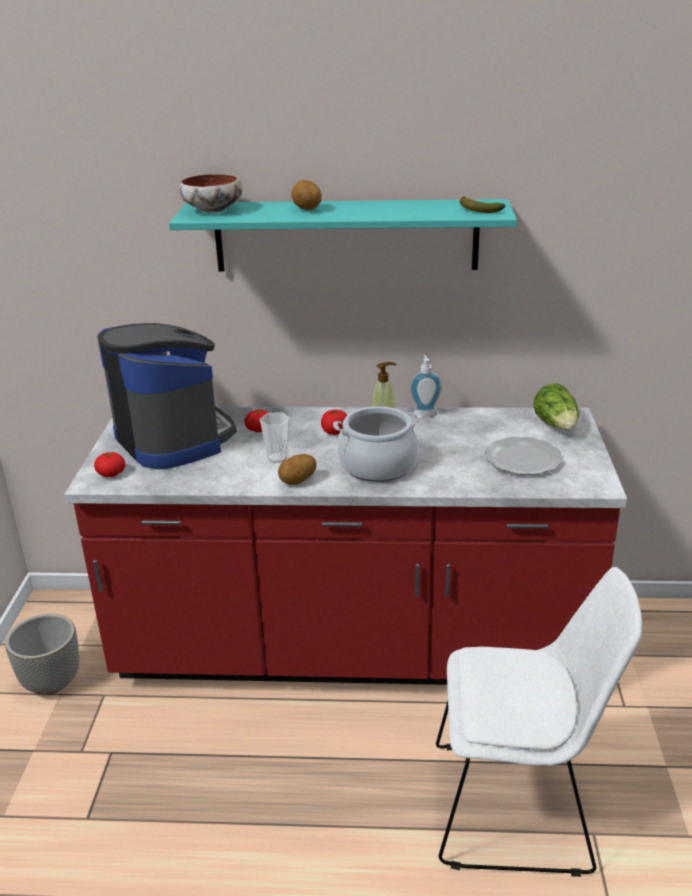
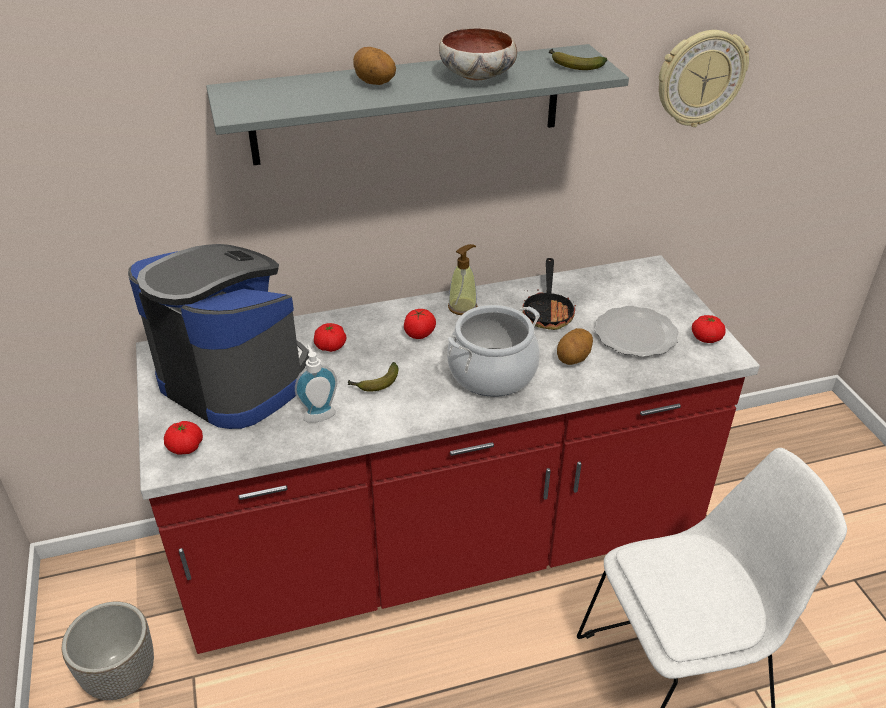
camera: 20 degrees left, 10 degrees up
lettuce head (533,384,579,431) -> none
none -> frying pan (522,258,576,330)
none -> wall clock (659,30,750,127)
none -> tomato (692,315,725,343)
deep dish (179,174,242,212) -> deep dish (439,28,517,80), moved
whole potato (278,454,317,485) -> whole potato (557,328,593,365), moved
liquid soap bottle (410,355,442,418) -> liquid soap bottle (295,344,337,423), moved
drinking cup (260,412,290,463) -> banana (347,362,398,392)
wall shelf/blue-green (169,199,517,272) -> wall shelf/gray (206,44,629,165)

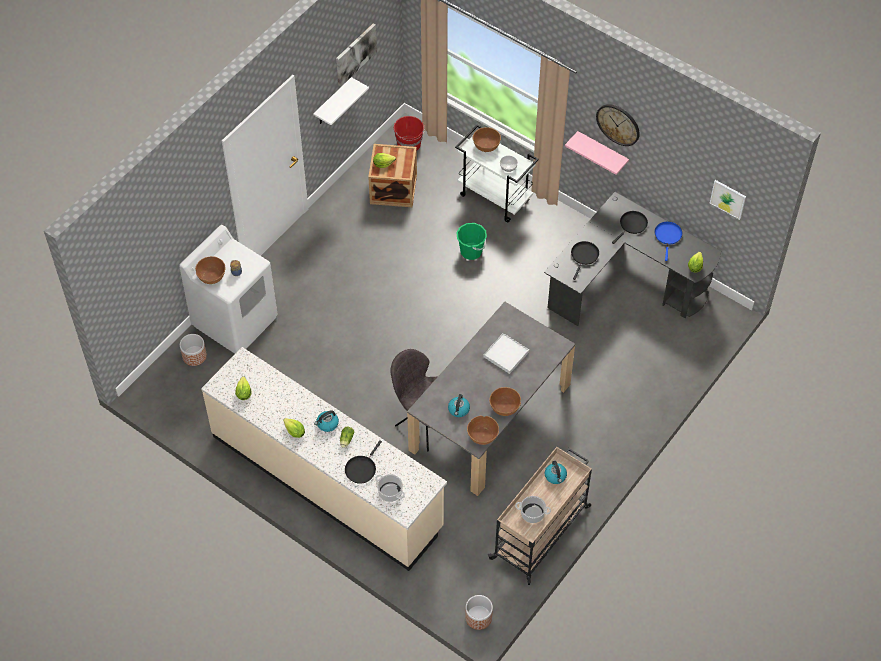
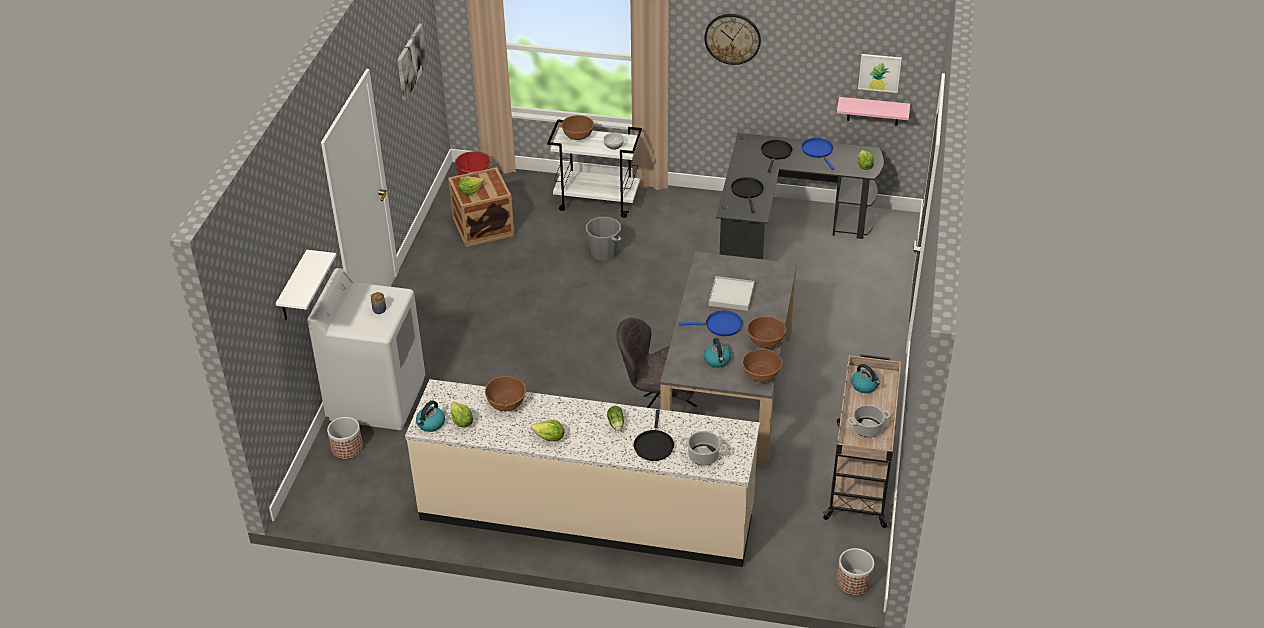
camera: 25 degrees left, 15 degrees down
none -> frying pan/bluish (679,310,743,336)
deep dish/brown-coloured (195,256,226,284) -> deep dish/brown-coloured (485,376,526,411), moved
wall shelf/white (313,77,369,125) -> wall shelf/white (276,250,336,320), moved
water kettle (314,410,339,432) -> water kettle (416,400,445,432), moved
wall shelf/pink-coloured (565,131,629,175) -> wall shelf/pink-coloured (837,97,910,125), moved
pail/greenish (456,223,487,260) -> pail/gray (586,217,621,261)

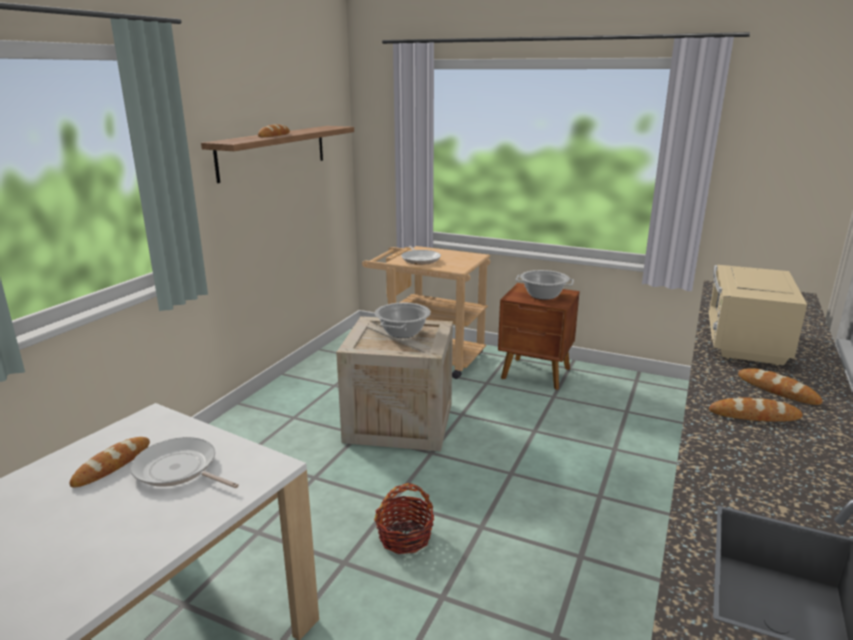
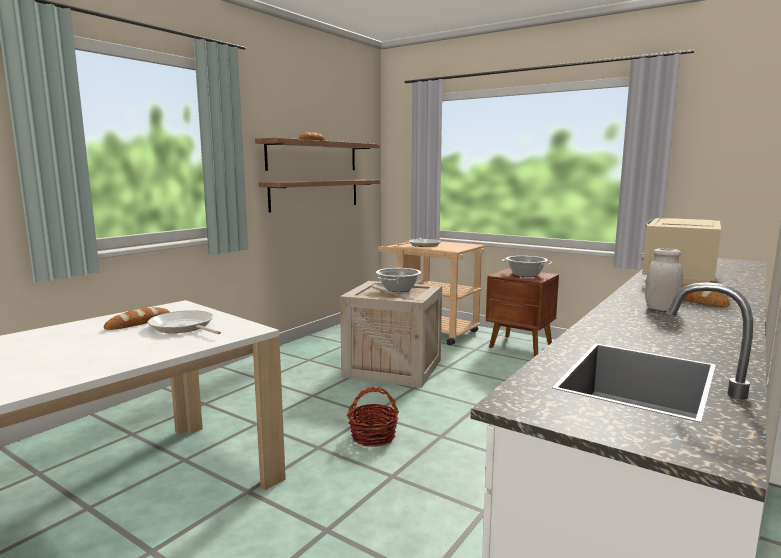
camera: 10 degrees right, 10 degrees down
none -> wall shelf (259,180,380,213)
bakery bread (709,397,803,422) -> preserve jar/white (645,248,683,311)

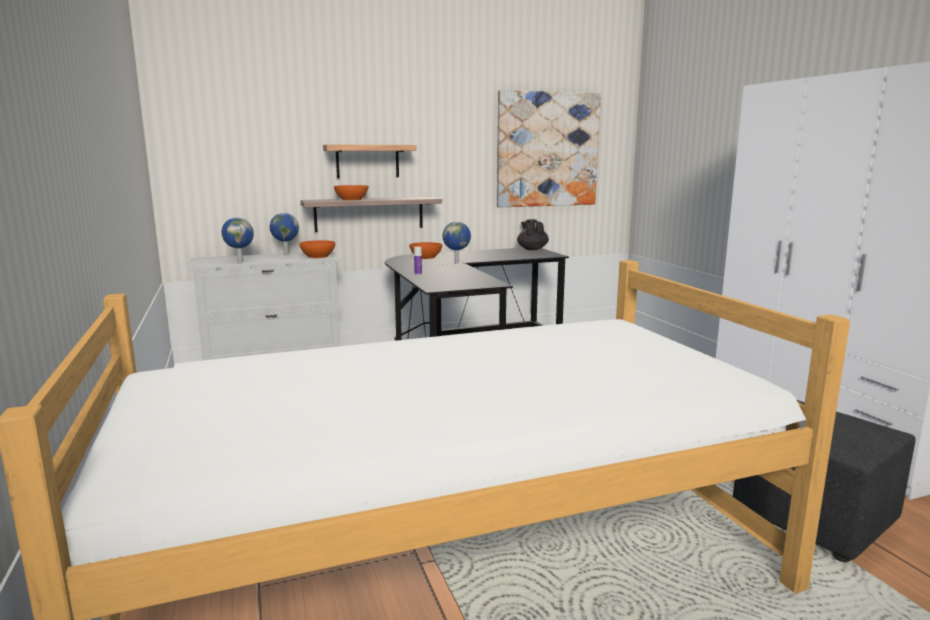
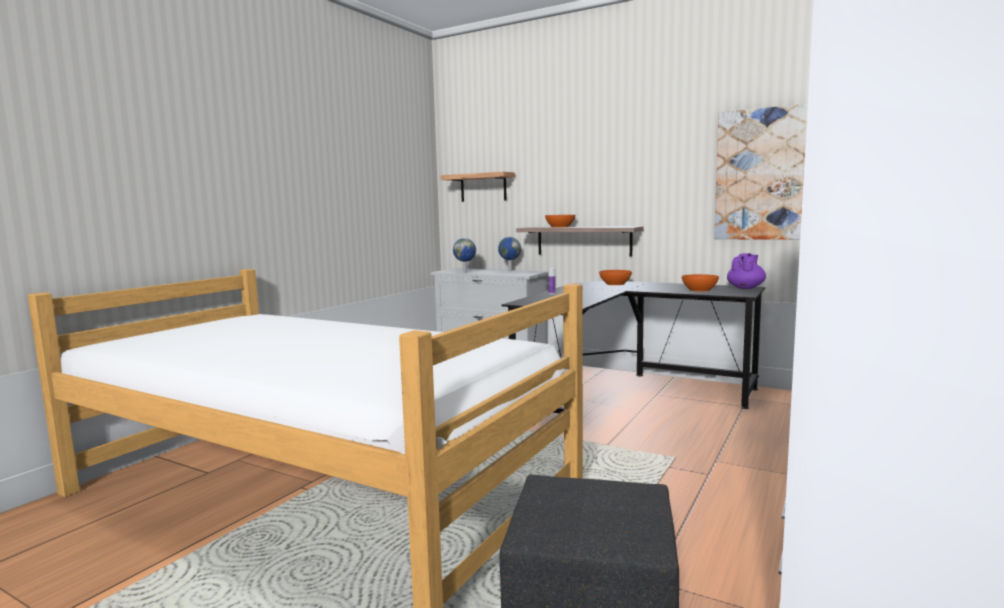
camera: 50 degrees right, 5 degrees down
globe (442,221,471,264) -> none
deep dish/orange-coloured (299,240,336,258) -> deep dish/orange-coloured (682,274,719,292), moved
wall shelf (323,145,417,178) -> wall shelf (441,172,515,202), moved
pot for tea/black (517,219,549,250) -> pot for tea/purple-coloured (727,253,766,289)

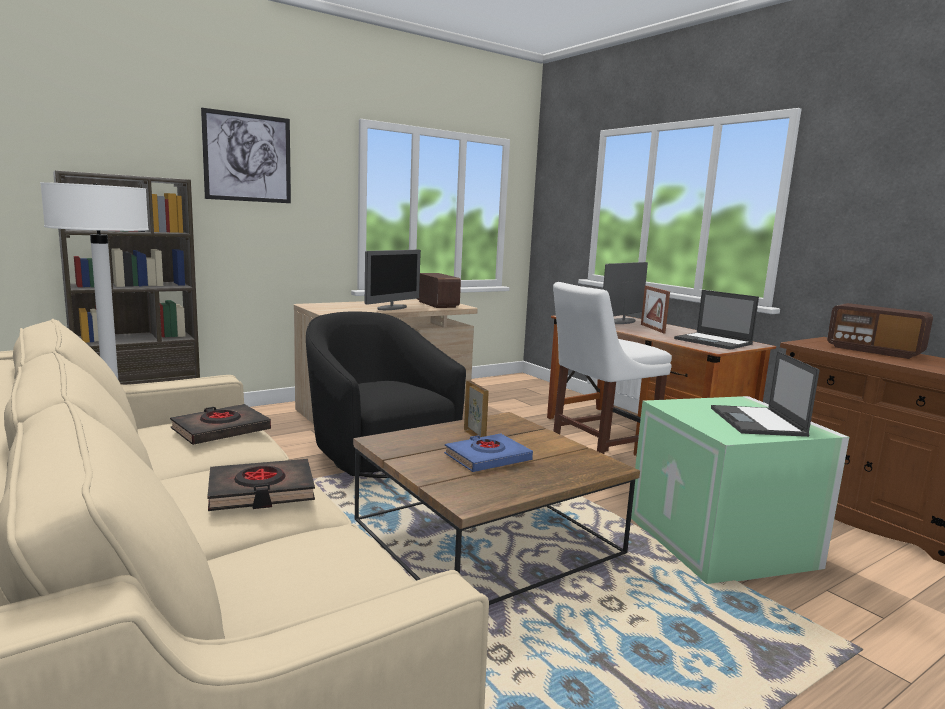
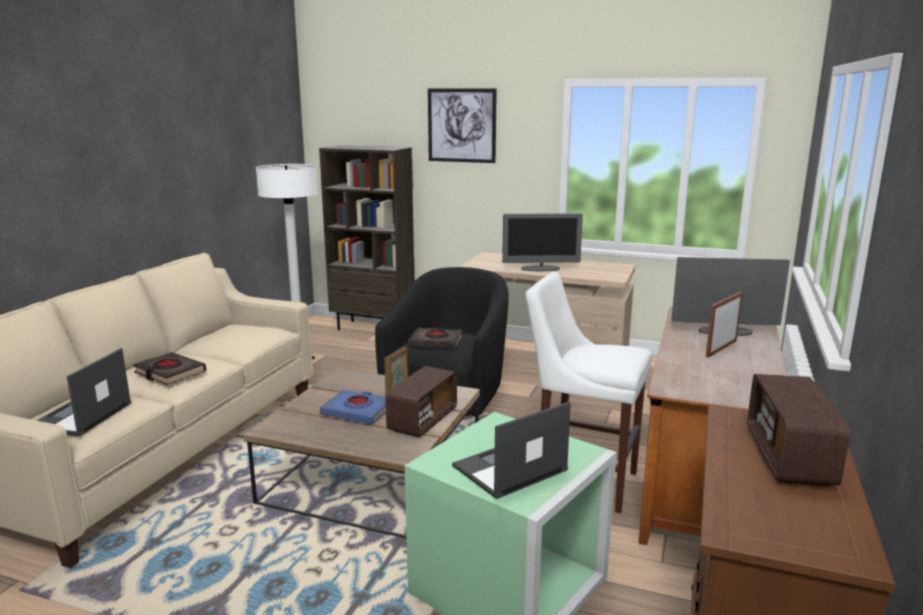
camera: 55 degrees right, 5 degrees up
book/black (170,404,271,445) -> book/black (409,327,462,349), moved
radio (416,273,461,308) -> radio (385,366,457,438), moved
laptop (674,290,759,350) -> laptop (37,348,131,436), moved

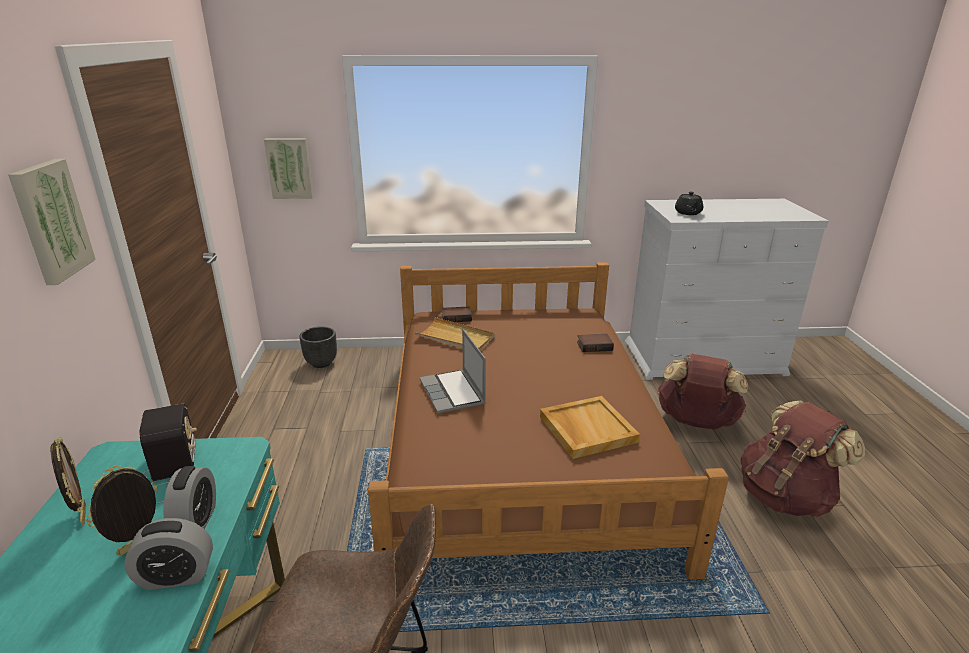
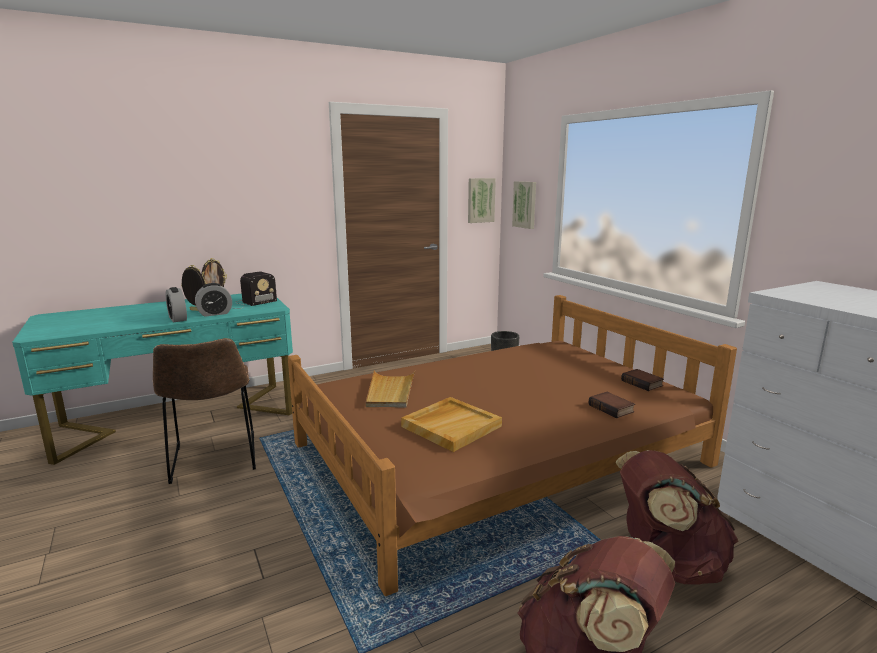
camera: 65 degrees right, 10 degrees down
laptop (420,329,486,413) -> none
pot for tea/black (675,192,703,215) -> none
picture (8,159,96,285) -> picture (468,178,496,223), moved
tray/beige-coloured (414,317,495,350) -> tray/beige-coloured (366,370,415,408), moved
book (442,307,472,322) -> book (621,369,664,391), moved

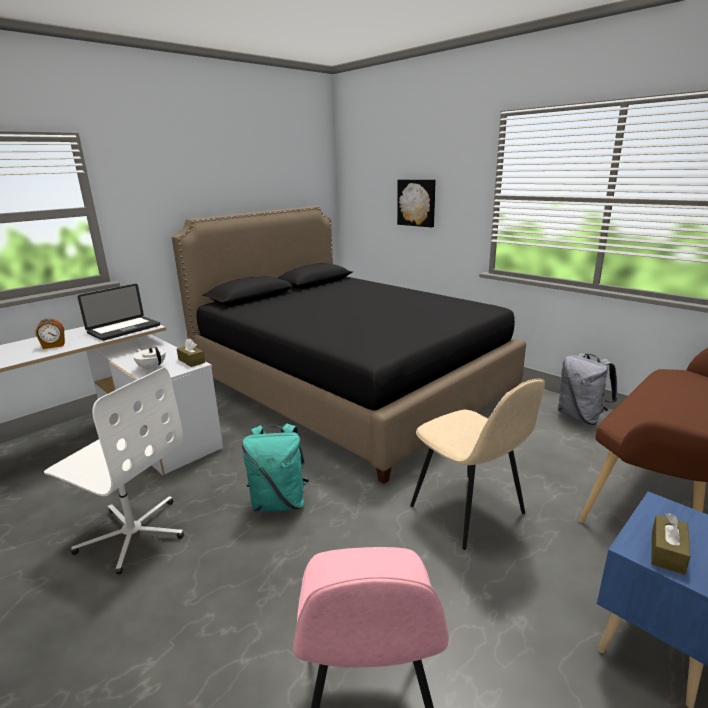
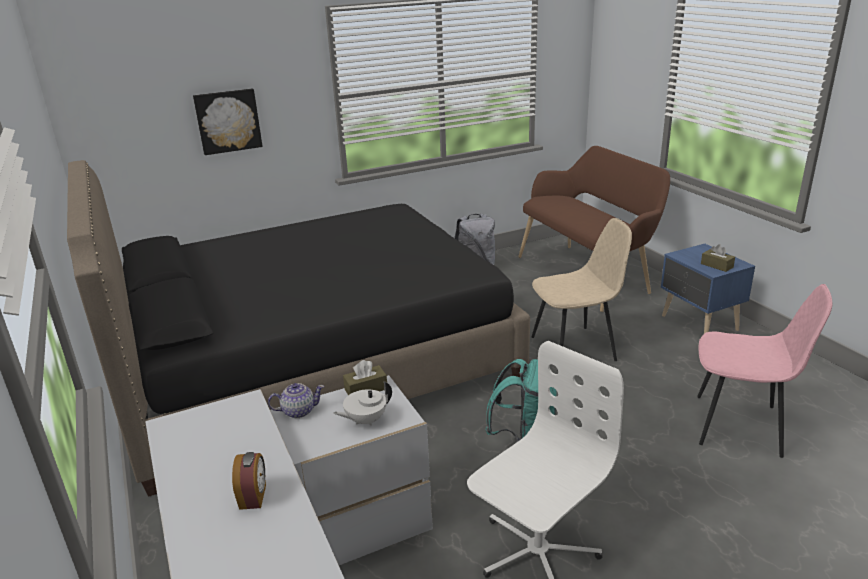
camera: 70 degrees left, 5 degrees up
laptop (78,284,160,341) -> none
none -> pot for tea (268,383,324,418)

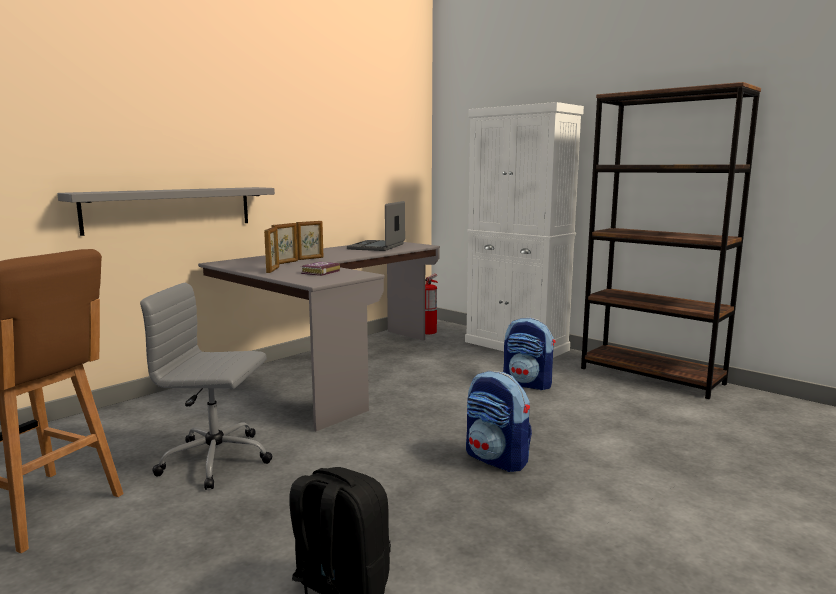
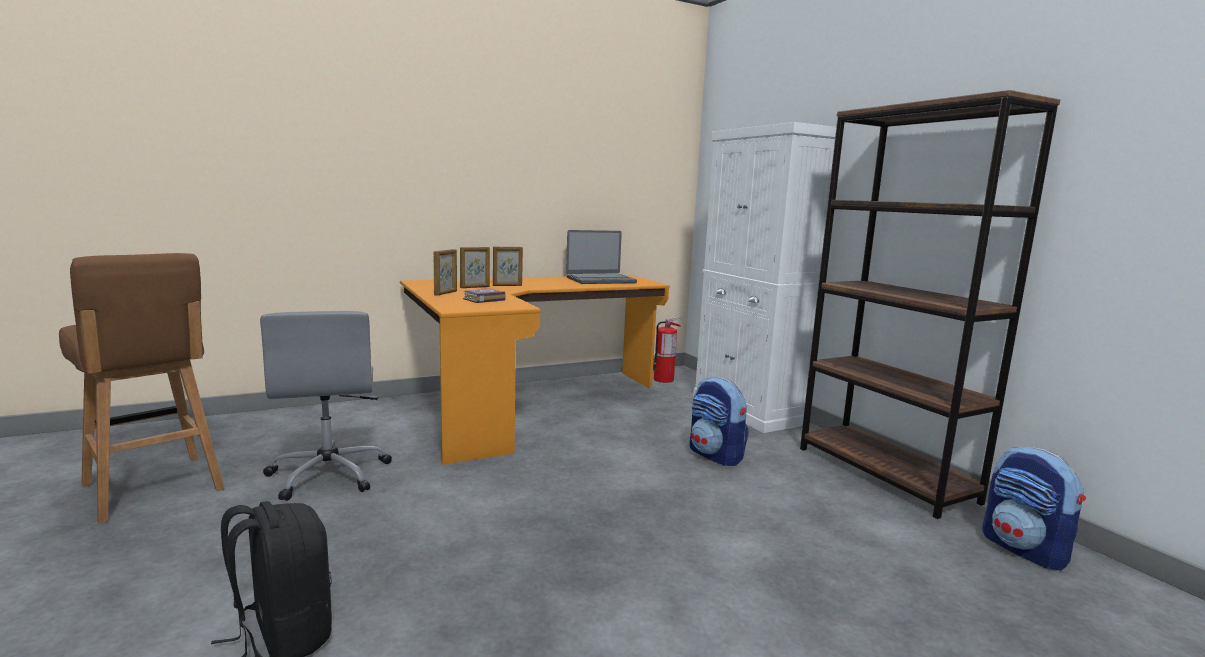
camera: 20 degrees right, 0 degrees up
wall shelf/gray (57,187,275,236) -> none
rucksack (466,371,532,472) -> rucksack (982,446,1086,570), moved
desk table/gray (198,242,440,431) -> desk table/orange-coloured (400,275,670,465)
office chair/gray (140,283,272,490) -> office chair/gray (260,311,392,501), 135 degrees counterclockwise
laptop (347,201,405,251) -> laptop (566,230,637,284), 150 degrees counterclockwise

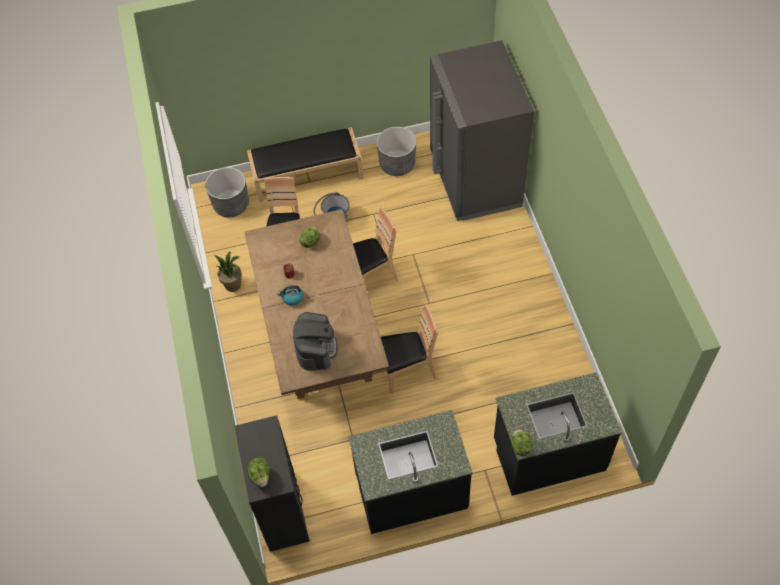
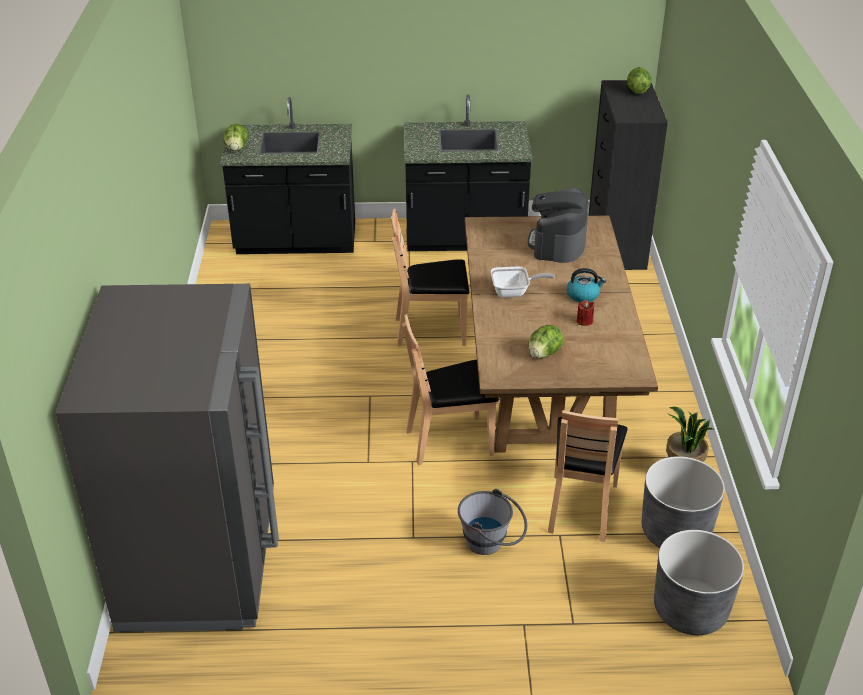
camera: 170 degrees left, 20 degrees down
bench/black (247,127,363,202) -> none
none -> frying pan (491,266,555,298)
planter/gray (377,127,416,176) -> planter/gray (642,456,725,548), moved
lettuce head (512,429,533,456) -> lettuce head (223,124,248,152), moved

